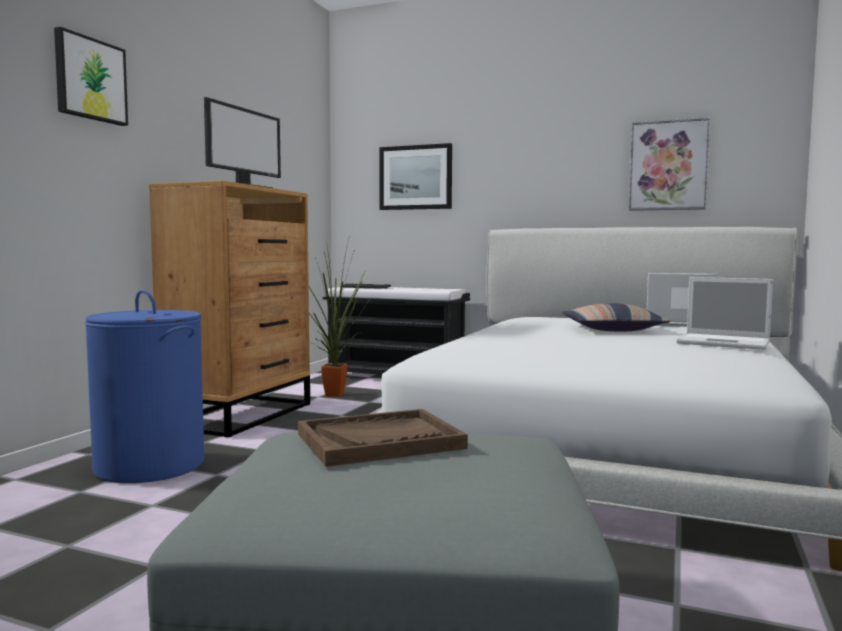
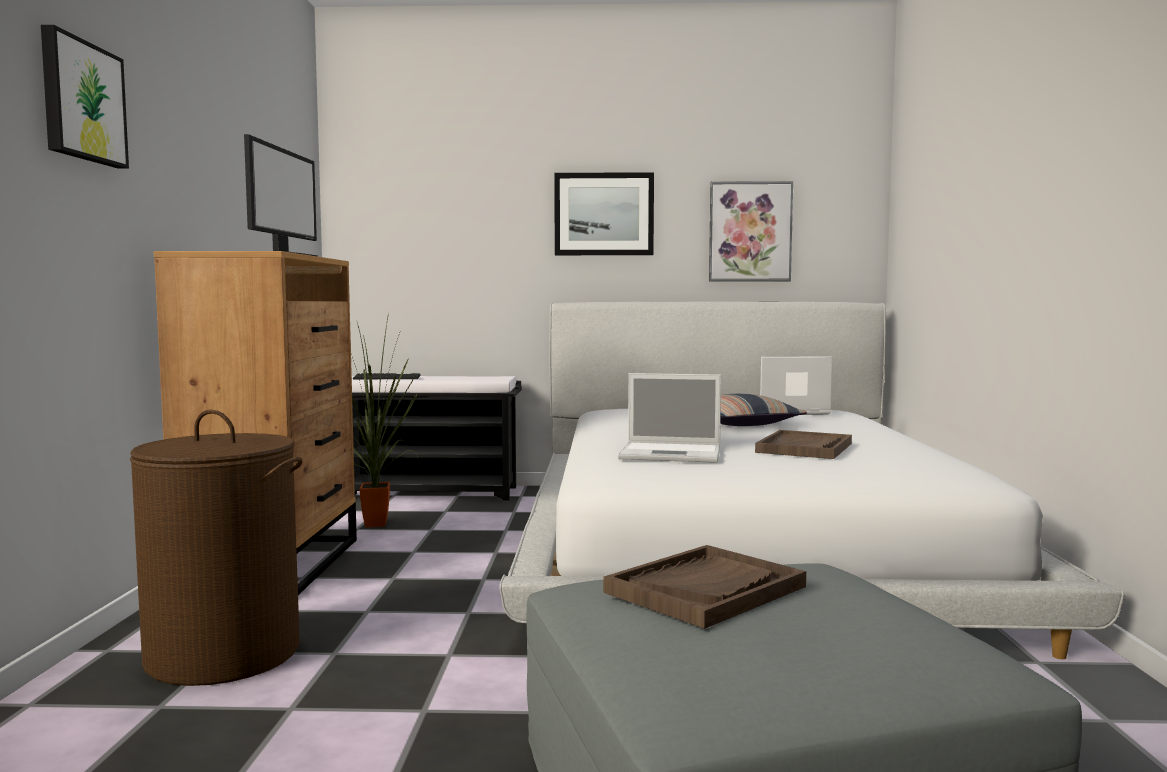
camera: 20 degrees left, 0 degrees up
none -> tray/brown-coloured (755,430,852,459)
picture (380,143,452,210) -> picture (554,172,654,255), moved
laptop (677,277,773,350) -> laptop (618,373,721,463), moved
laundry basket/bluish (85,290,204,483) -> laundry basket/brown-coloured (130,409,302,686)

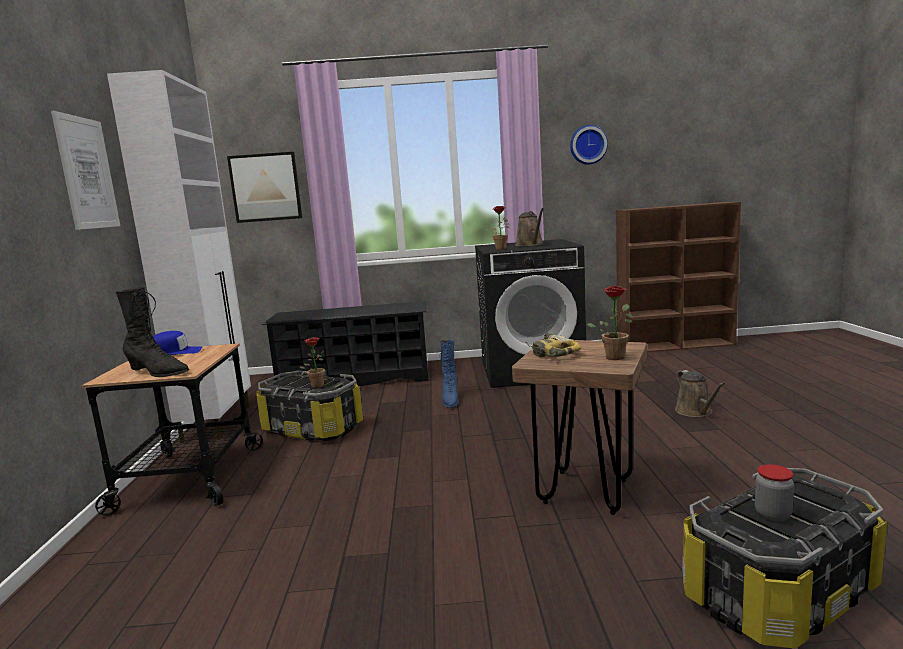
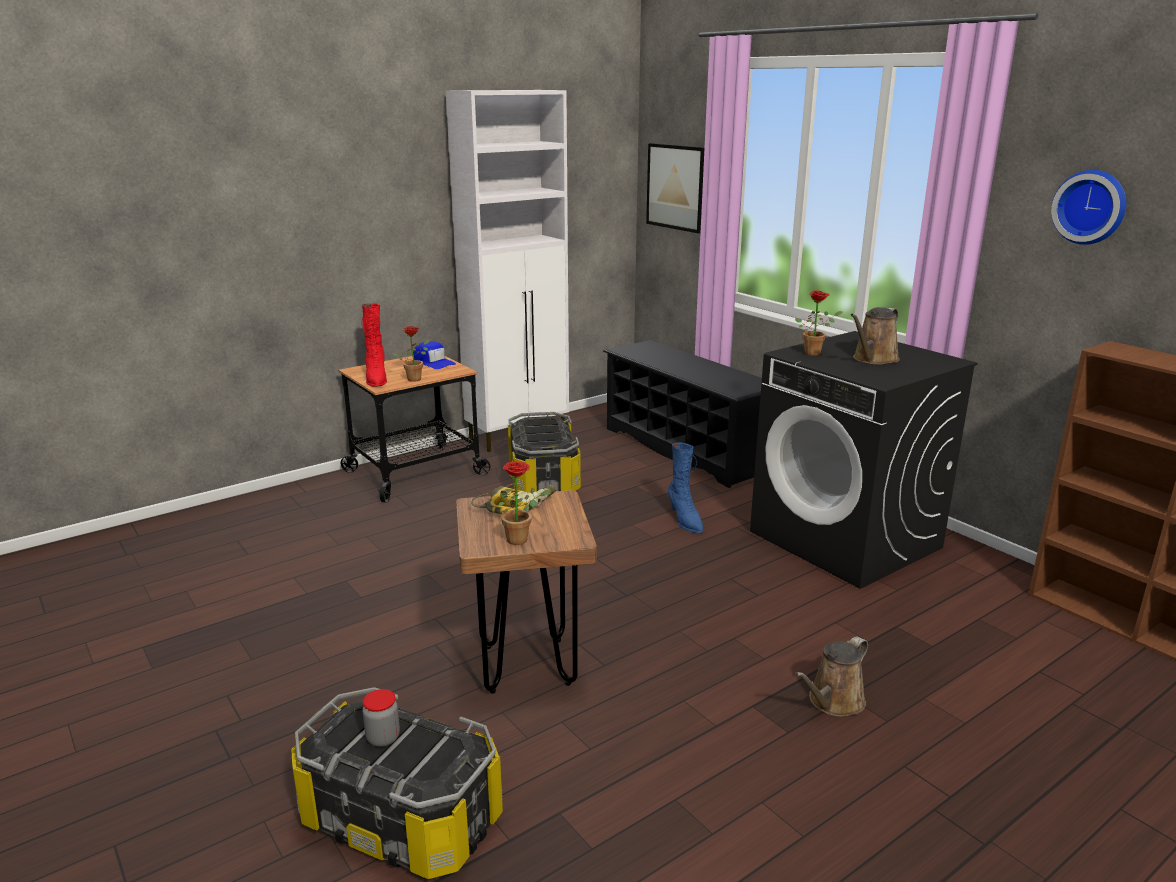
camera: 55 degrees right, 10 degrees up
picture (51,111,120,230) -> none
plant in a pot (300,337,325,388) -> plant in a pot (392,326,430,382), moved
high-top boot/black (116,287,189,377) -> high-top boot/reddish (362,303,387,387)
high-top boot/bluish (440,340,459,408) -> high-top boot/bluish (668,443,704,533), 75 degrees counterclockwise

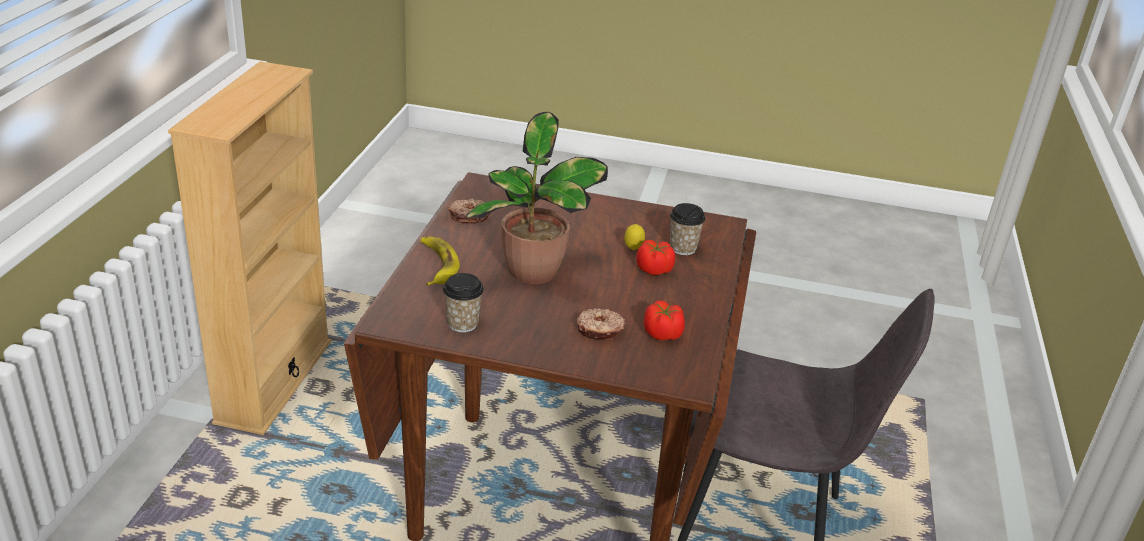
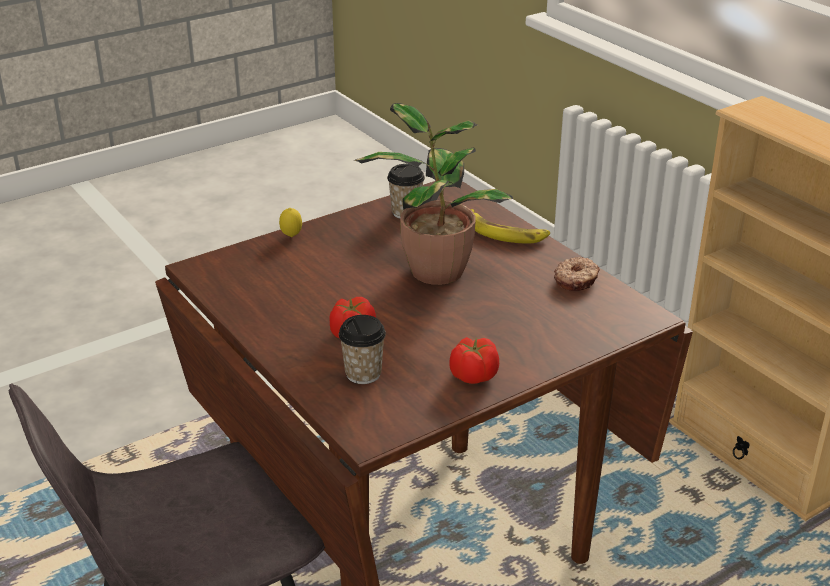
camera: 135 degrees right, 0 degrees up
ring doughnut (577,308,625,339) -> none
whole lemon (624,224,645,250) -> whole lemon (279,208,302,237), moved
tomato (644,300,685,340) -> tomato (449,337,499,384), moved

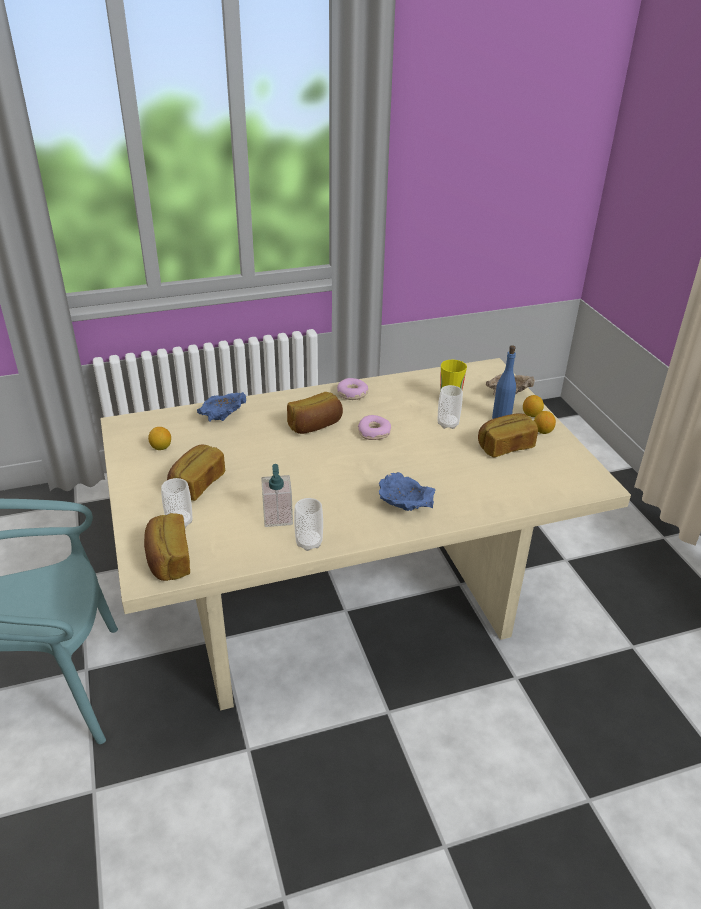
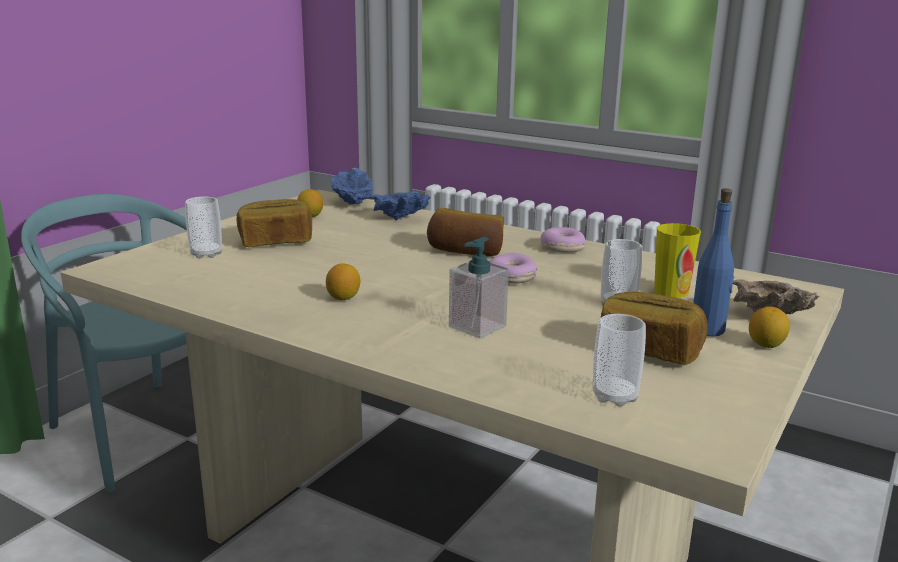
camera: 50 degrees right, 15 degrees down
bakery bread (144,513,190,581) -> none
liquid soap bottle (261,464,293,527) -> liquid soap bottle (449,237,509,338), moved
drinking cup (294,498,323,551) -> drinking cup (593,314,646,407), moved
deep dish/bluish (379,472,435,511) -> deep dish/bluish (330,168,373,204), moved
whole lemon (534,411,556,434) -> whole lemon (326,263,360,300), moved

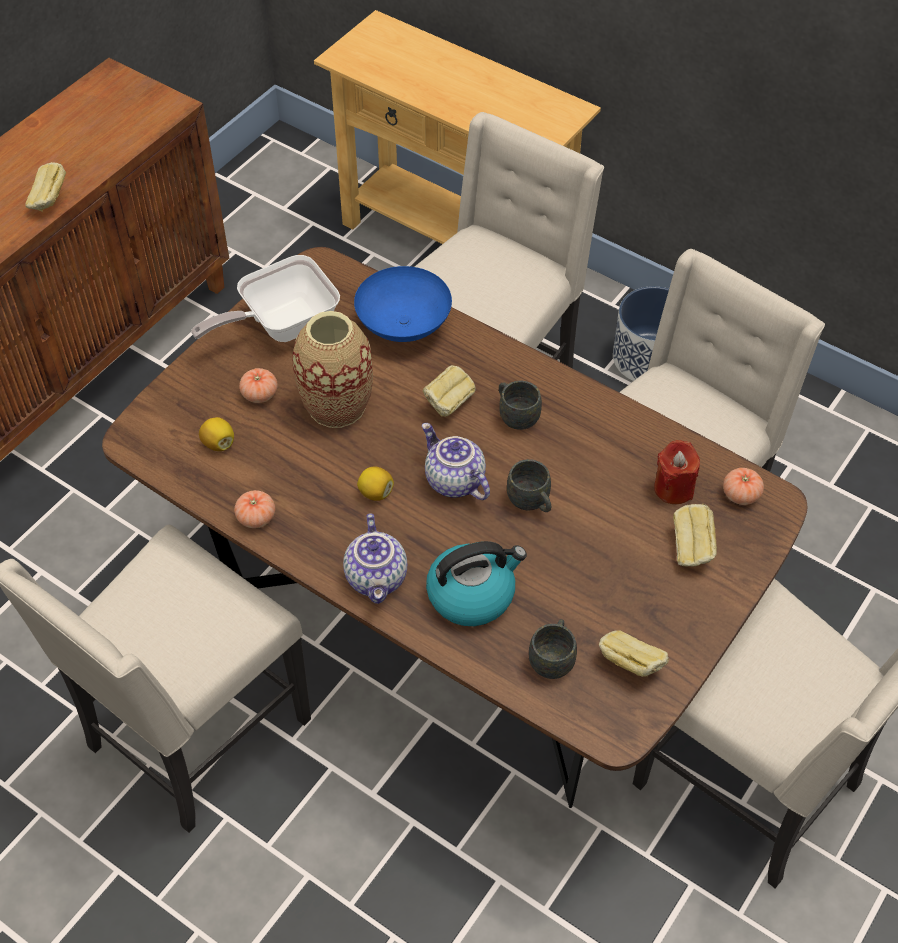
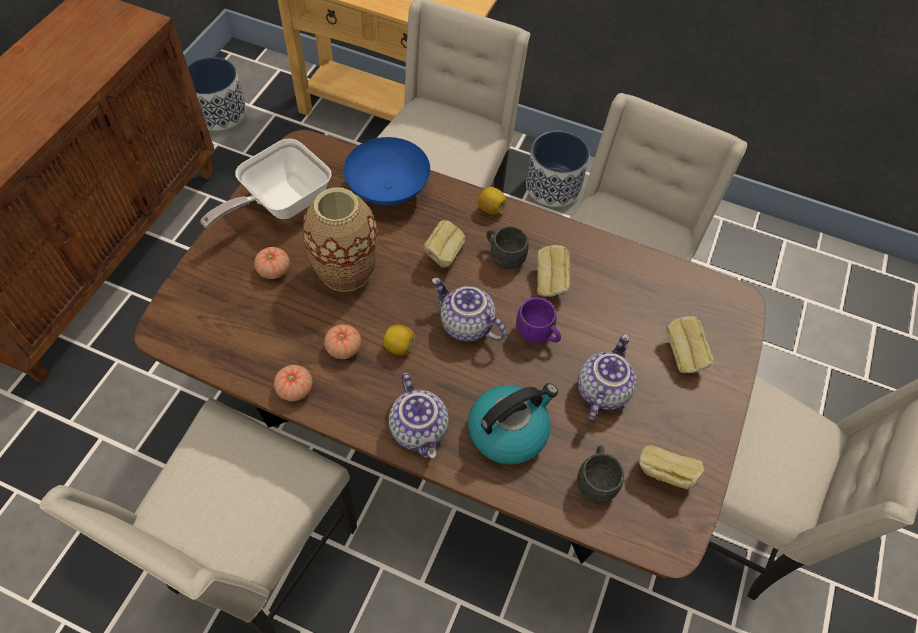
camera: 15 degrees left, 5 degrees up
wax light/reddish (654,440,700,504) -> none
none -> planter (187,57,246,131)
none -> pot for tea (578,334,636,420)
bakery bread (25,162,66,211) -> bakery bread (537,245,571,297), moved
whole lemon (199,417,234,451) -> whole lemon (477,187,507,215), moved
tomato (723,468,764,505) -> tomato (324,324,361,359), moved
mug/gray (507,459,551,512) -> mug/purple-coloured (516,298,561,343)

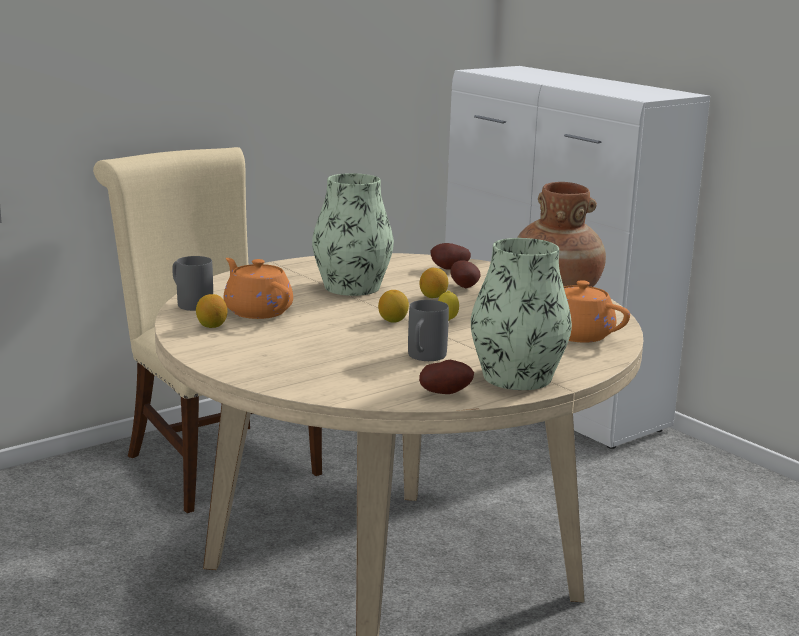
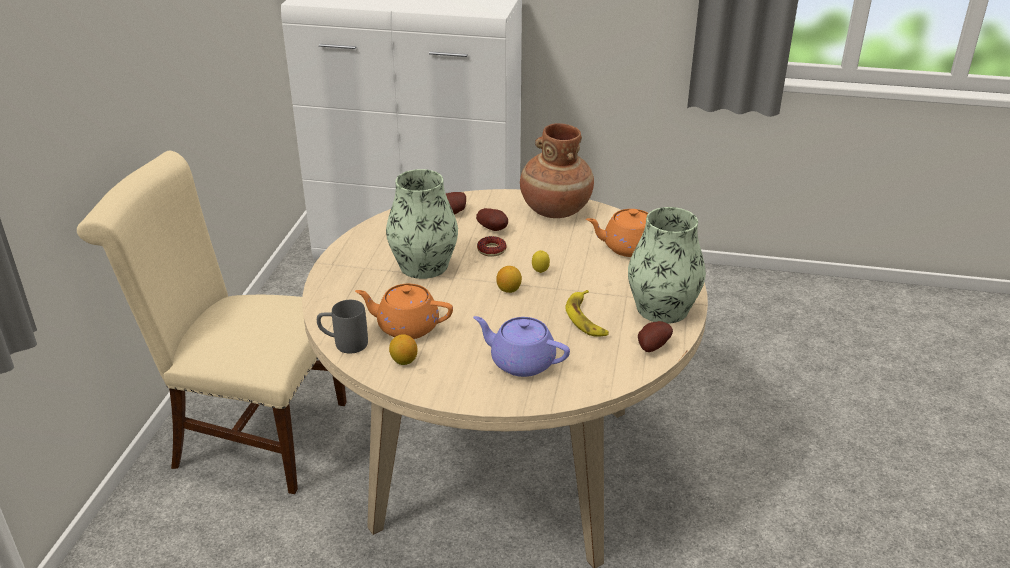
camera: 40 degrees left, 15 degrees up
none -> pot for tea/purple-coloured (473,316,570,377)
mug/gray (408,300,449,361) -> banana (565,290,609,337)
whole lemon (420,268,449,298) -> ring doughnut (477,236,507,257)

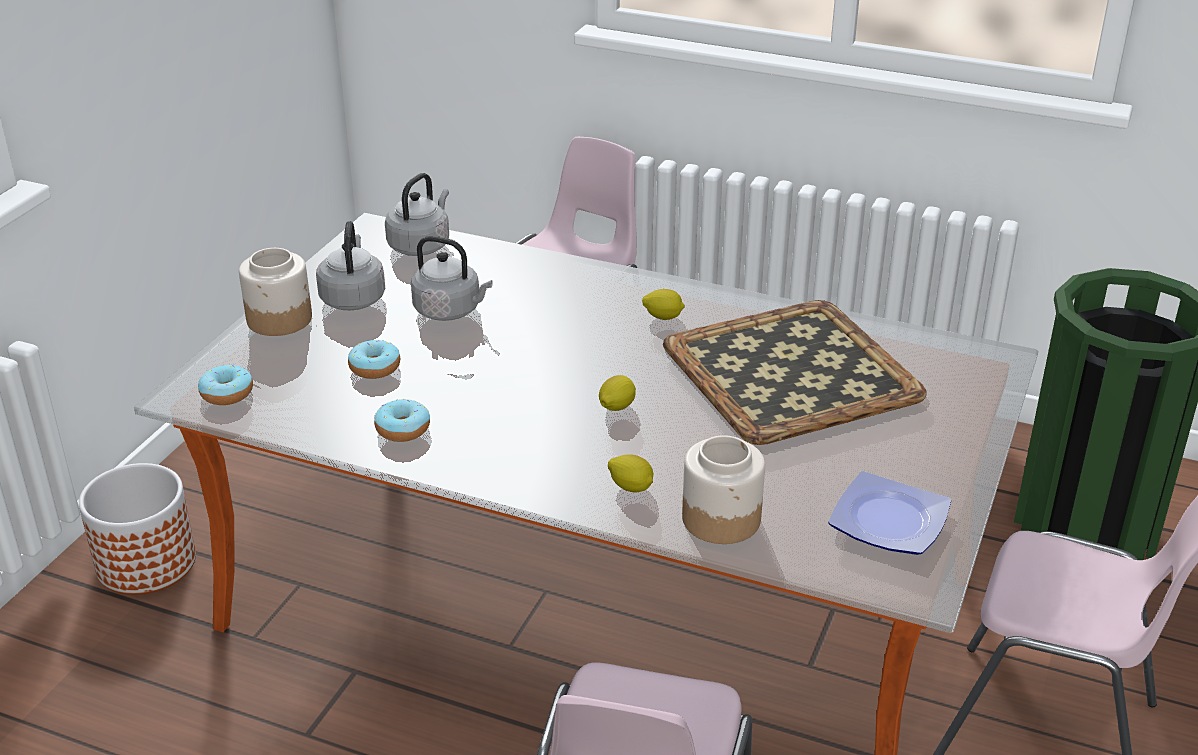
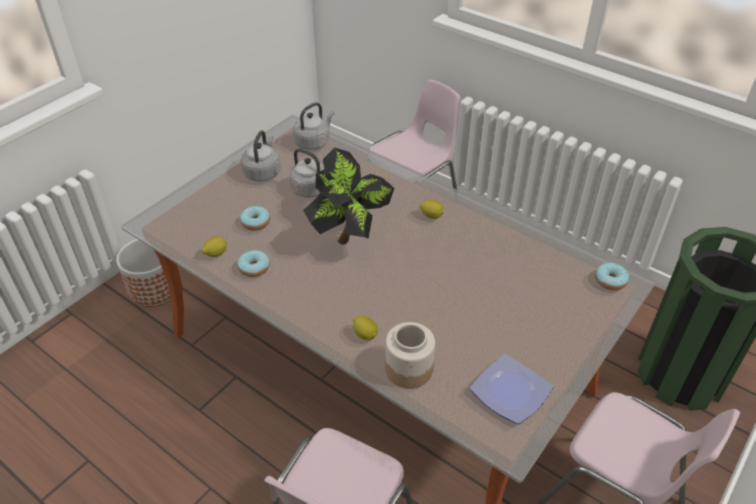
camera: 15 degrees right, 10 degrees up
preserve jar (239,248,312,336) -> none
tray (663,300,927,445) -> none
none -> plant in a pot (303,147,394,244)
ring doughnut (198,365,253,405) -> ring doughnut (595,263,629,290), moved
whole lemon (599,375,636,411) -> whole lemon (201,236,227,257), moved

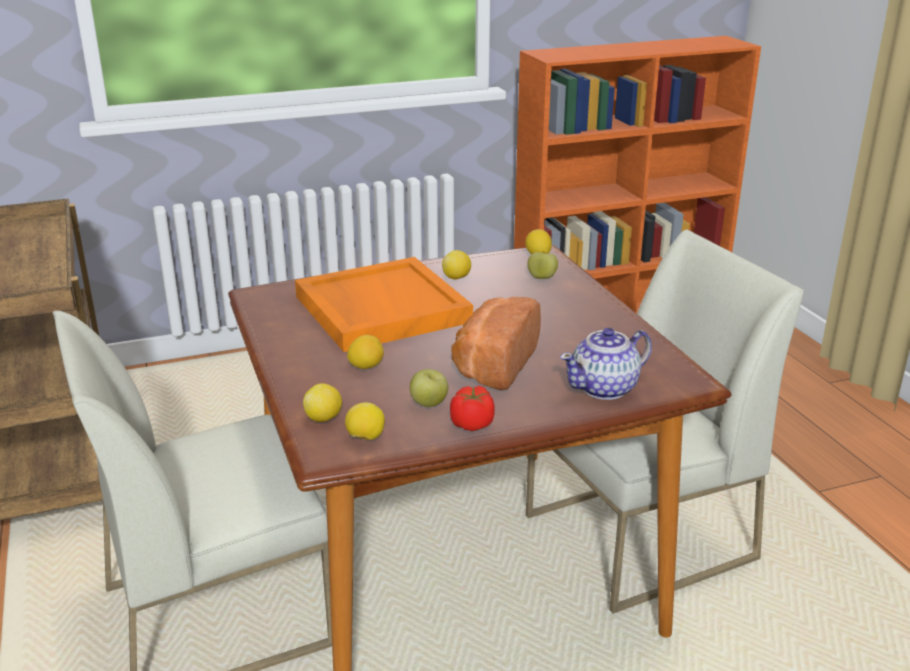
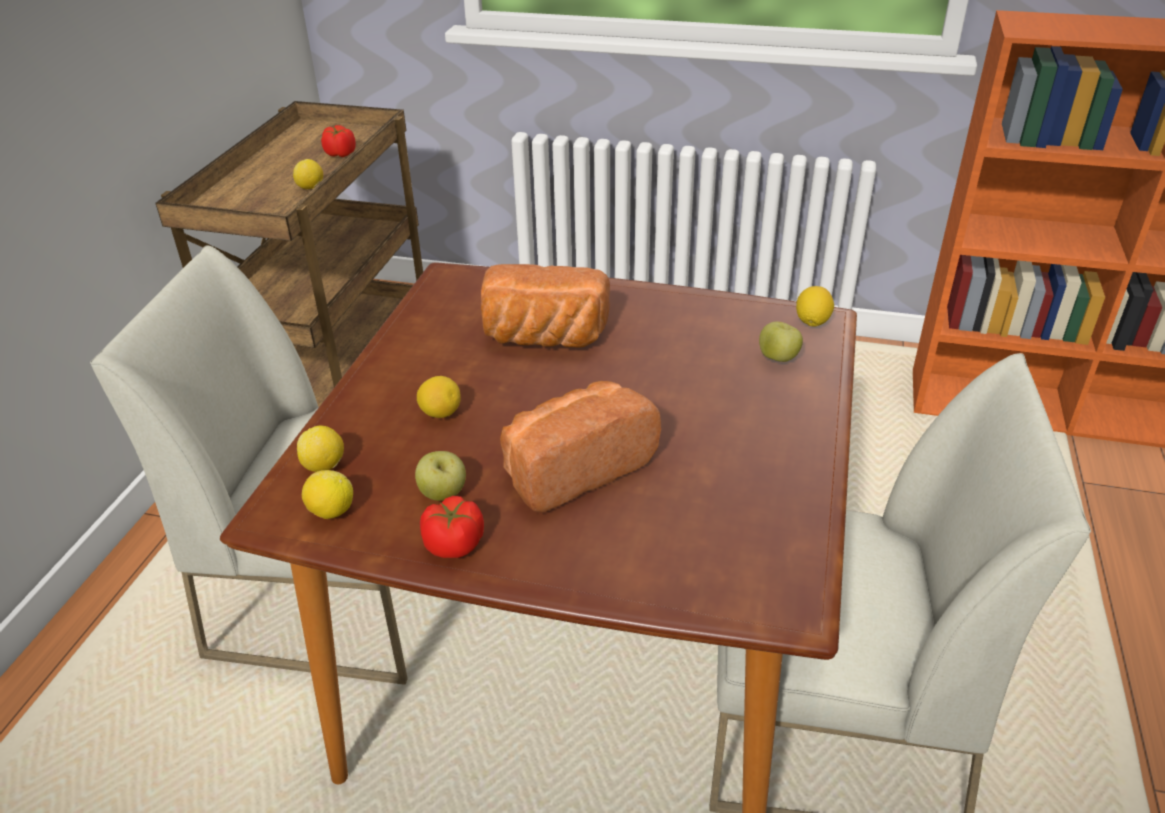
camera: 35 degrees right, 10 degrees up
pot for tea (560,328,652,400) -> none
none -> tomato (321,125,356,157)
whole lemon (442,250,471,279) -> whole lemon (293,159,323,189), moved
tray/orange-coloured (295,257,473,352) -> bakery bread (481,264,610,348)

